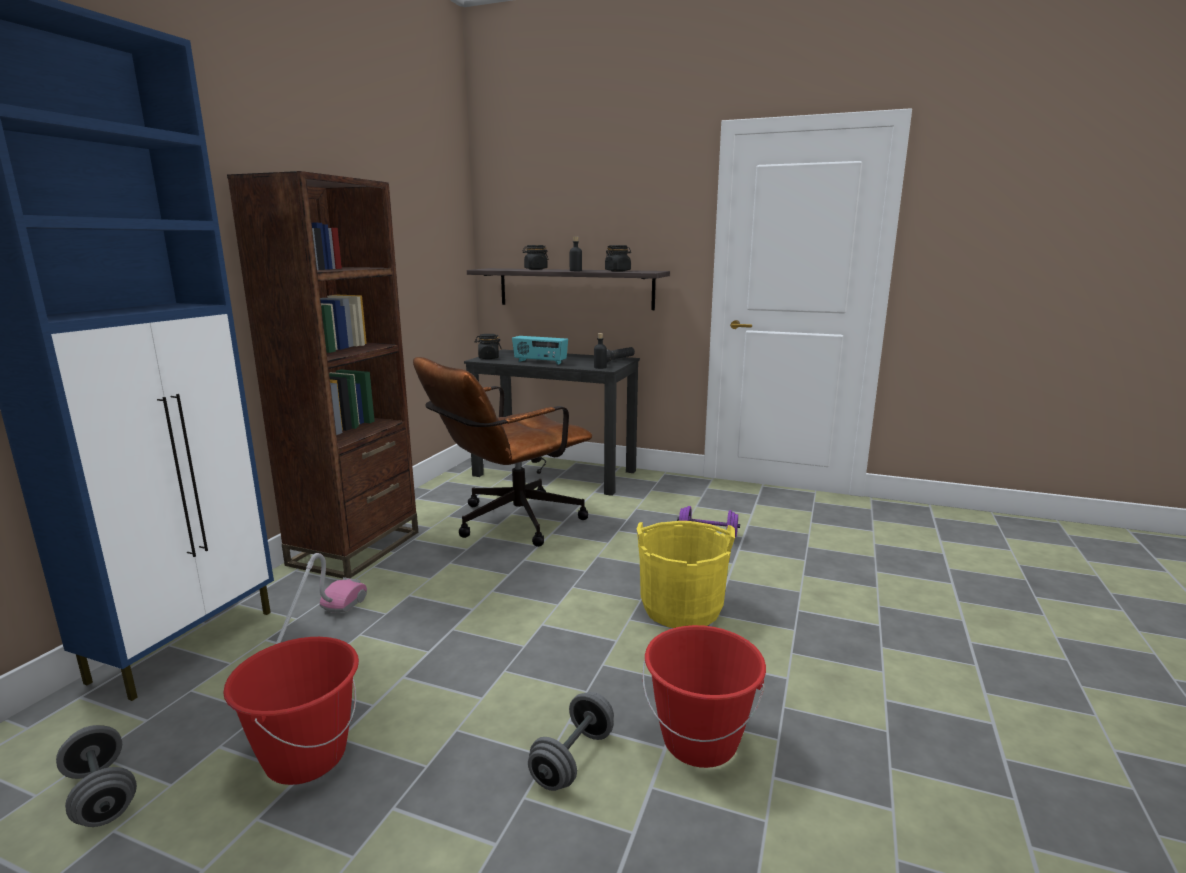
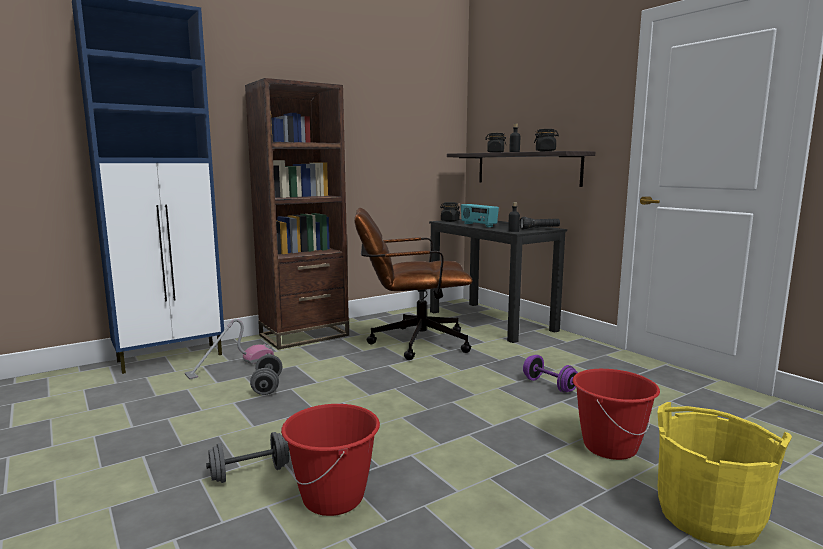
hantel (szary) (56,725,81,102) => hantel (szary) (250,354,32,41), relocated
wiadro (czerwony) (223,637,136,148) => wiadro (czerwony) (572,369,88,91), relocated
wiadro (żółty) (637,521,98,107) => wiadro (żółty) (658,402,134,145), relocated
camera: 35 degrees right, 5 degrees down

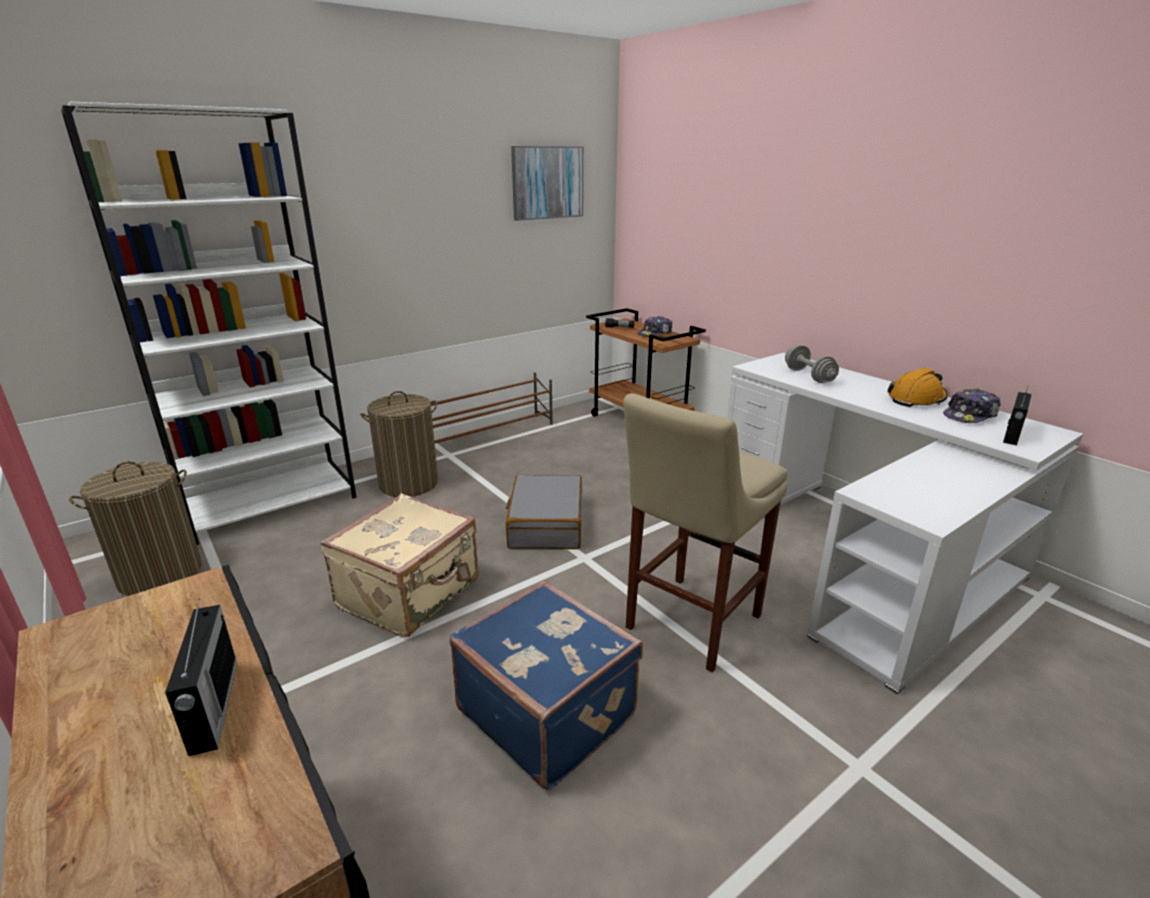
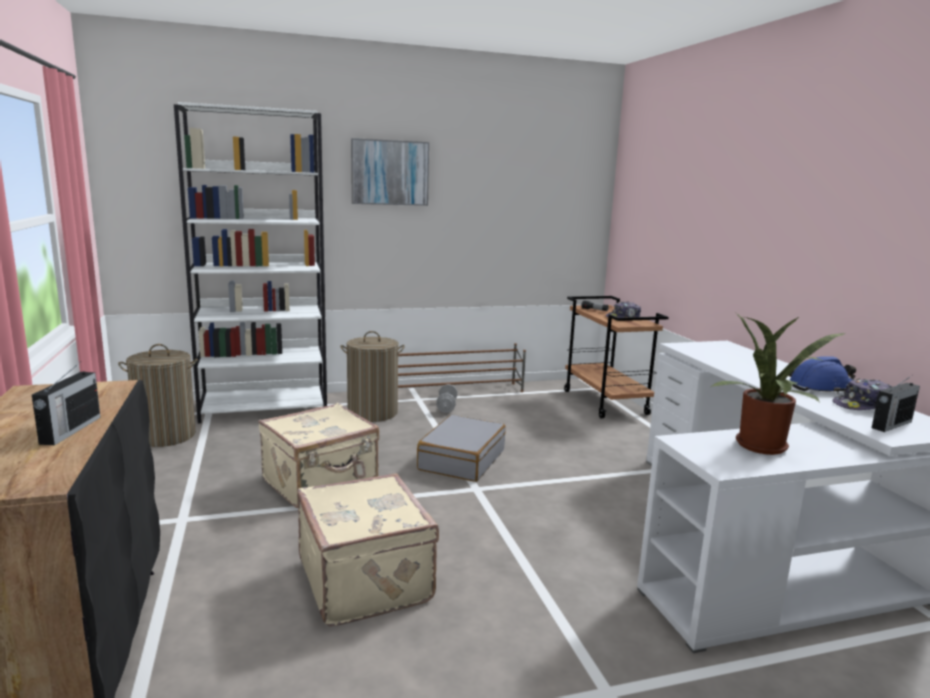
walizka (niebieski) (449,581,194,210) => walizka (beżowy) (297,473,142,154)
obraz (511,146,73,75) => obraz (351,138,78,68), relocated
stołek (beżowy) (623,393,165,279) => nothing
hantel (szary) (785,345,54,38) => hantel (szary) (436,384,22,29), relocated
kask (pomarańczowy) (887,368,61,39) => kask (niebieski) (789,356,67,38)
nothing => roślina doniczkowa (711,312,135,143)
camera: 20 degrees right, 10 degrees down

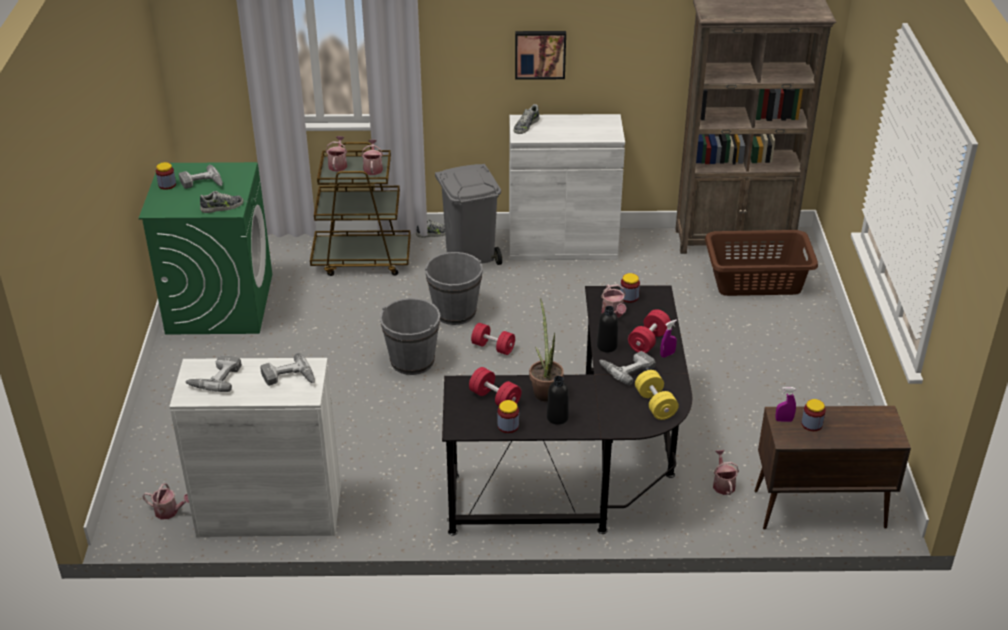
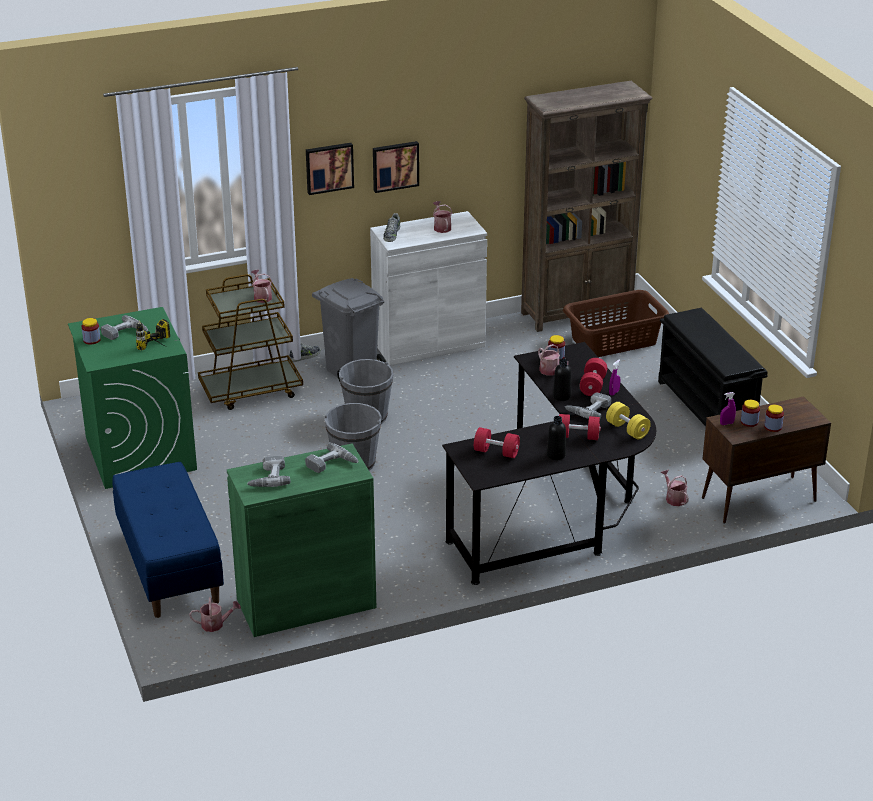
szafka (biały) (169,358,172,179) => szafka (zielony) (227,443,150,194)
but (200,191,43,22) => wiertarka (136,319,34,31)
konewka (326,136,21,36) => konewka (433,201,19,32), relocated
hantel (czerwony) (471,323,44,32) => hantel (czerwony) (559,414,42,26), relocated
słoik (498,400,21,33) => słoik (764,405,20,27), relocated
roślina doniczkowa (529,298,35,104) => nothing
nothing => ławka (niebieski) (112,462,112,156)
nothing => obraz (306,143,48,52)
nothing => regał na buty (czarny) (658,308,110,119)
camera: 20 degrees left, 5 degrees down

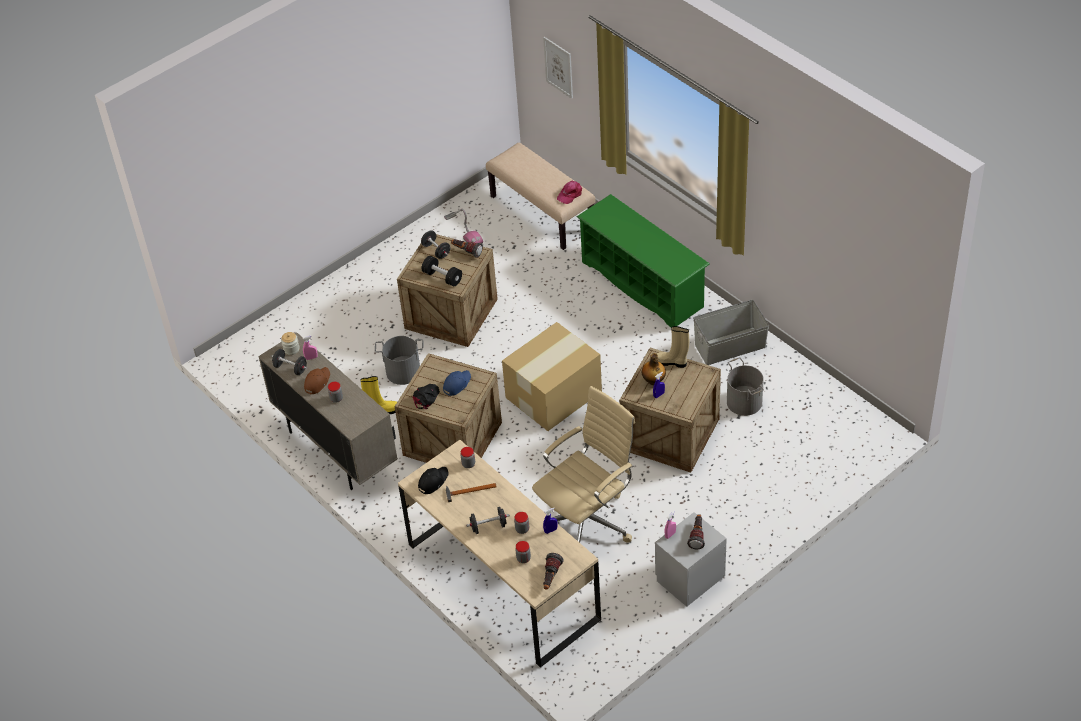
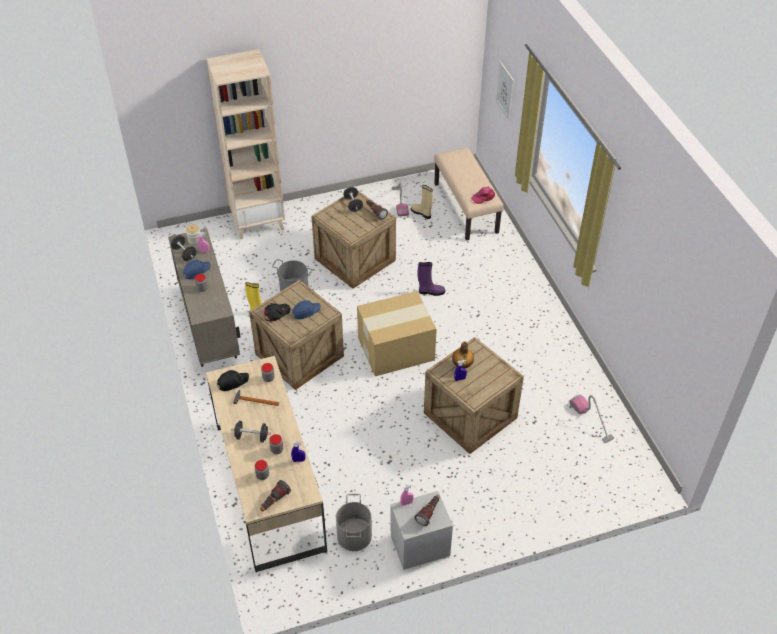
czapka z daszkiem (brązowy) (304,367,26,28) => czapka z daszkiem (niebieski) (183,260,28,19)
hantel (czarny) (422,256,40,31) => nothing
krzesło biurowe (beżowy) (532,386,103,157) => nothing
regał na buty (zielony) (577,194,133,133) => nothing
but z cholewką (beżowy) (656,326,33,42) => but z cholewką (beżowy) (411,185,22,34), relocated
pojemnik do przechowywania (szary) (693,300,76,65) => nothing
wiadro (szary) (727,358,37,58) => wiadro (szary) (336,494,36,57), relocated
nothing => regał (beżowy) (206,49,79,190)
nothing => but z cholewką (fioletowy) (418,262,27,34)
nothing => odkurzacz (569,395,45,48)
camera: 20 degrees right, 0 degrees up

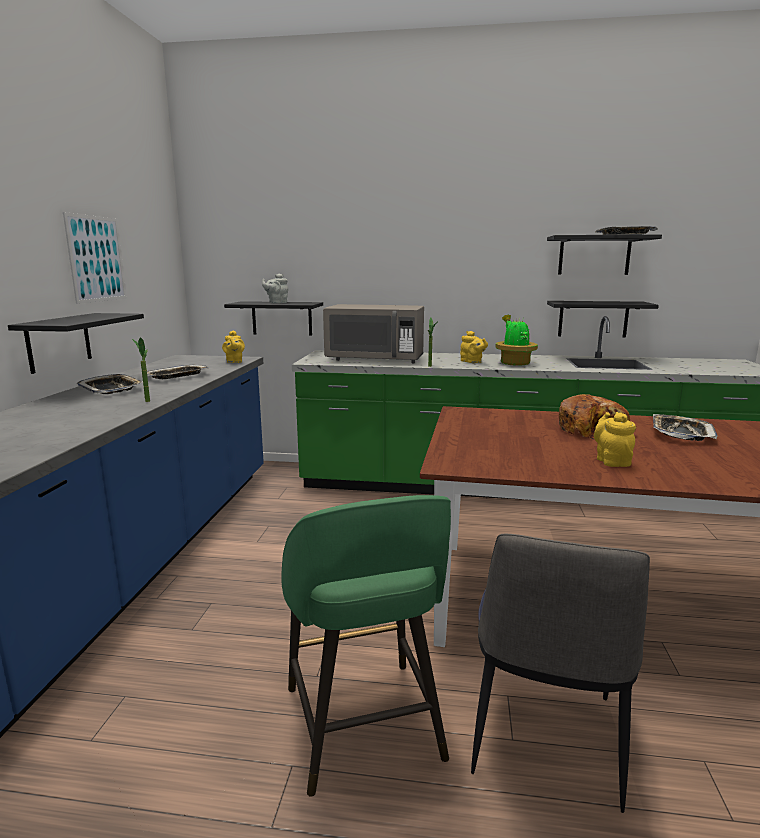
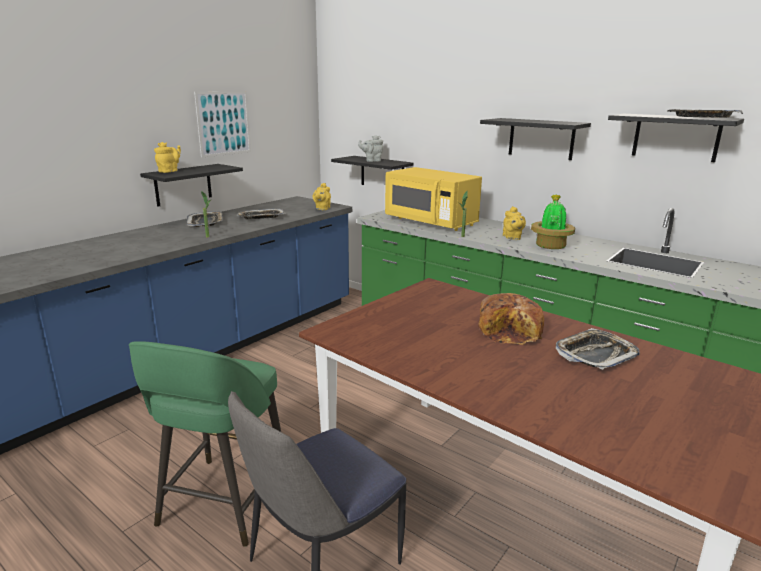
mikrofalówka (szary) (323,304,101,59) => mikrofalówka (żółty) (385,167,97,64)
półka (czarny) (547,301,112,37) => półka (czarny) (480,118,111,42), relocated
imbryk (żółty) (594,412,42,55) => imbryk (żółty) (154,142,27,31), relocated
camera: 30 degrees right, 5 degrees up

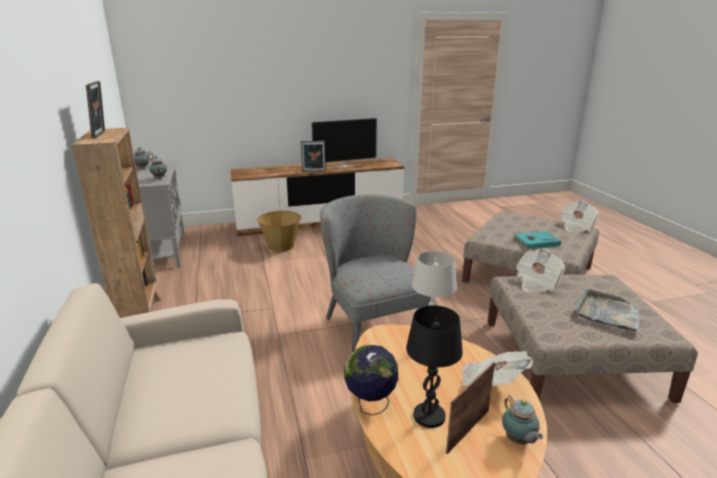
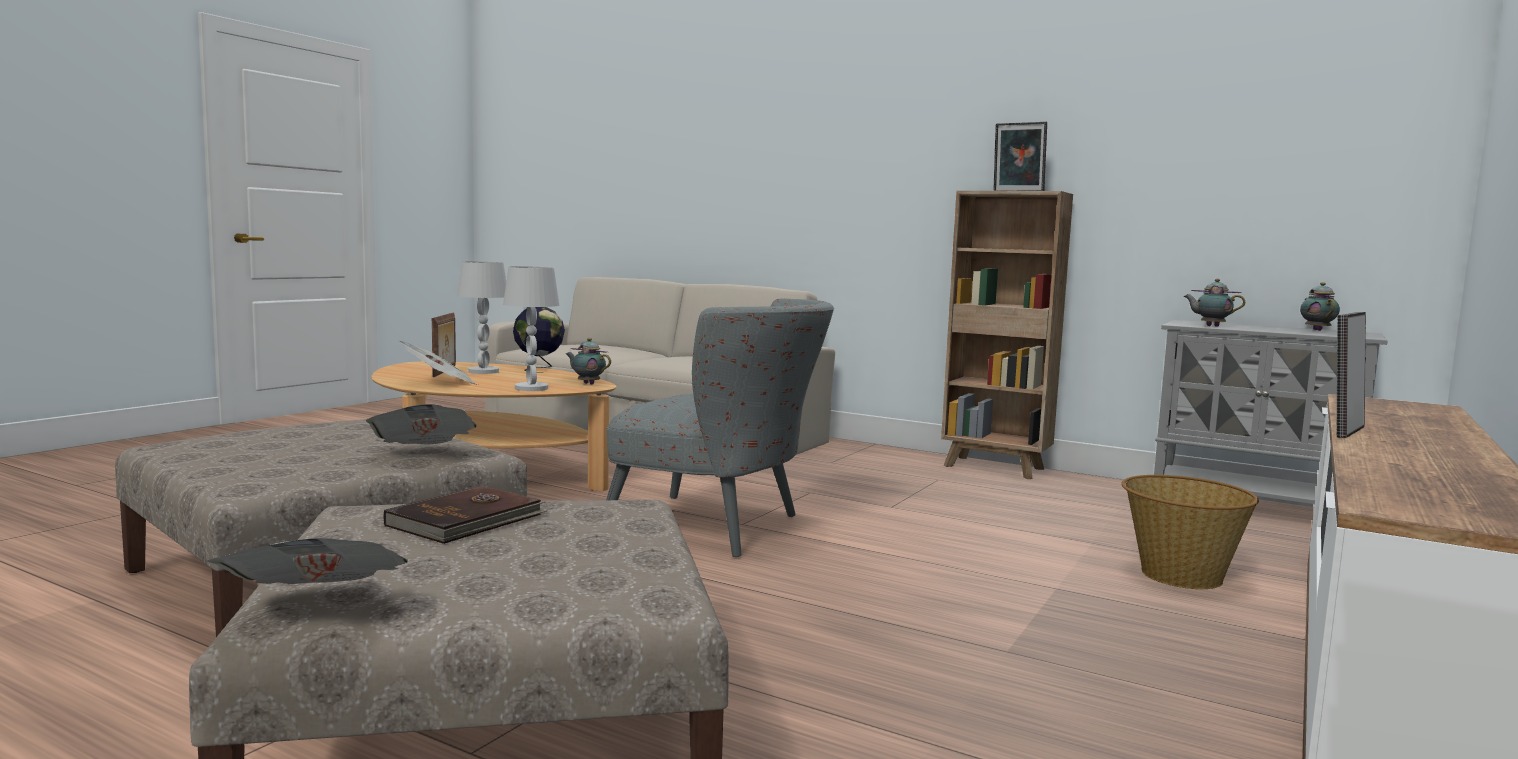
telewizor (311,117,66,51) => nothing
lampa stołowa (czarny) (406,305,57,123) => lampa stołowa (biały) (457,262,49,112)
imbryk (502,395,41,49) => imbryk (566,338,45,46), relocated
książka (turkusowy) (513,231,48,18) => książka (brązowy) (384,486,163,58)
taca (szary) (574,289,65,43) => nothing
camera: 135 degrees right, 15 degrees down

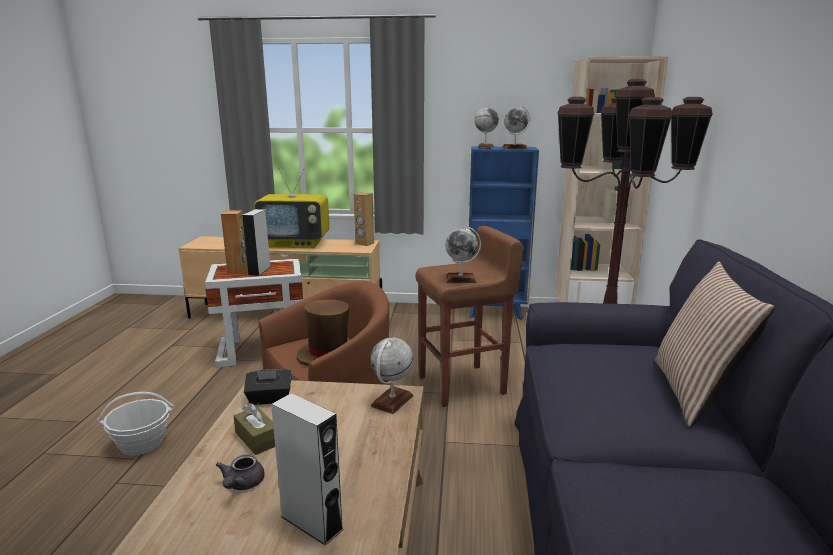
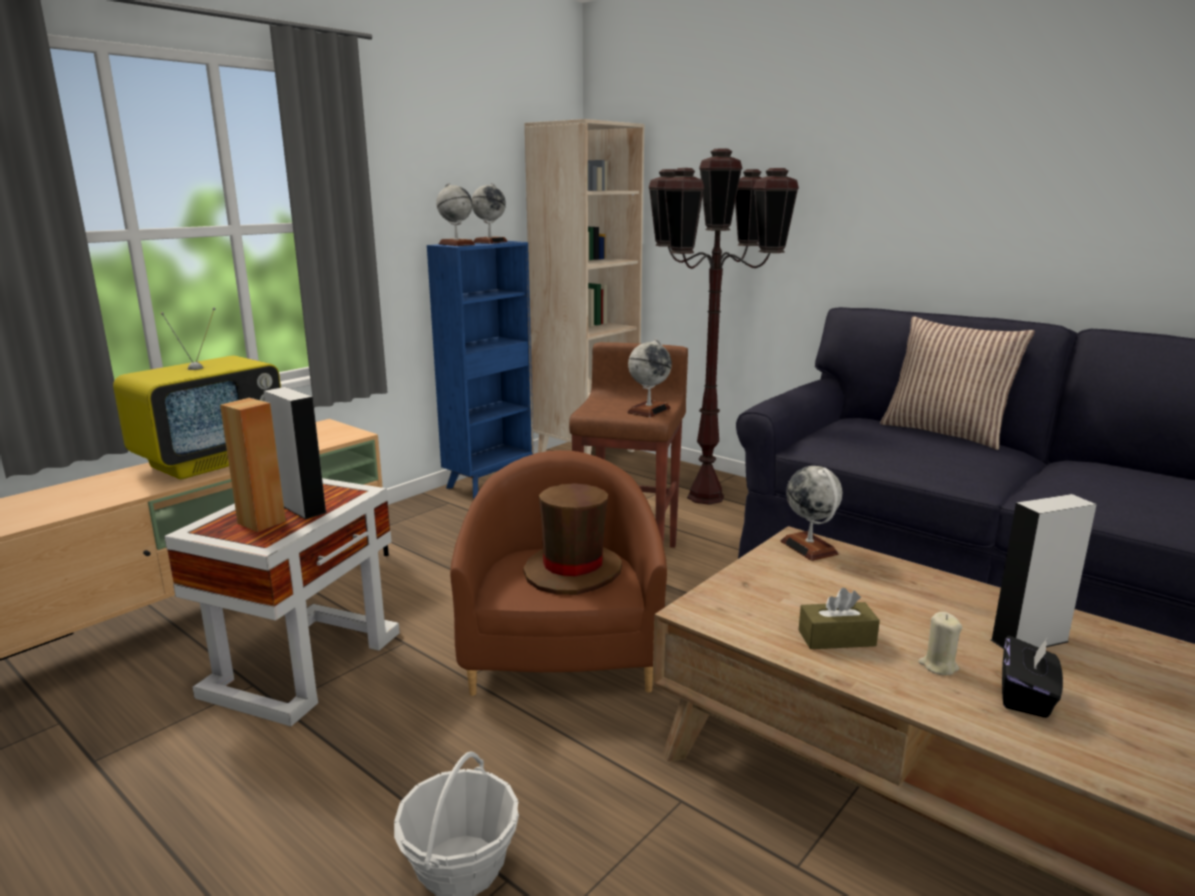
imbryk (szary) (216,454,49,36) => świeca (beżowy) (918,612,44,63)
pudełko chusteczek (czarny) (244,369,48,36) => pudełko chusteczek (czarny) (1002,636,61,82), relocated
głośnik (brązowy) (354,192,20,54) => nothing
camera: 55 degrees left, 0 degrees up

